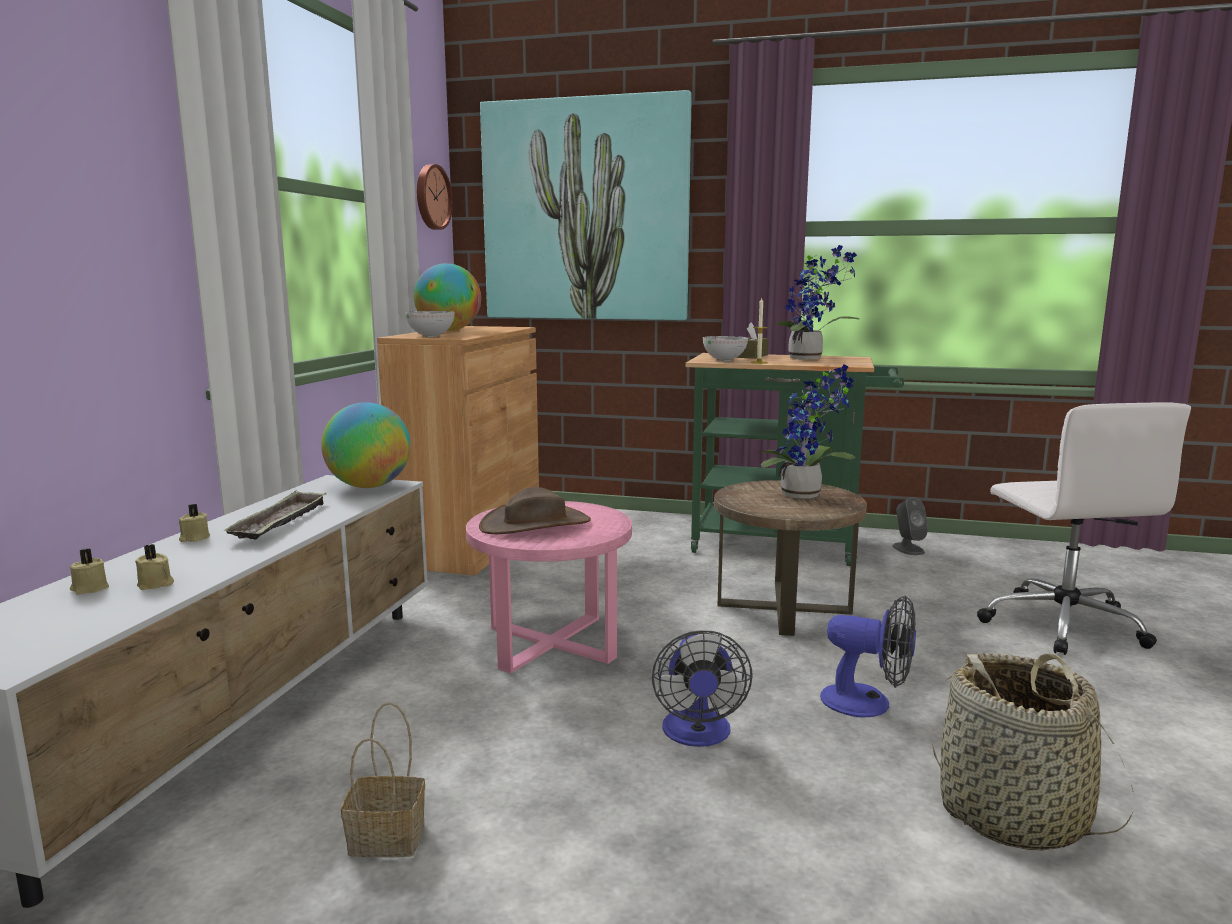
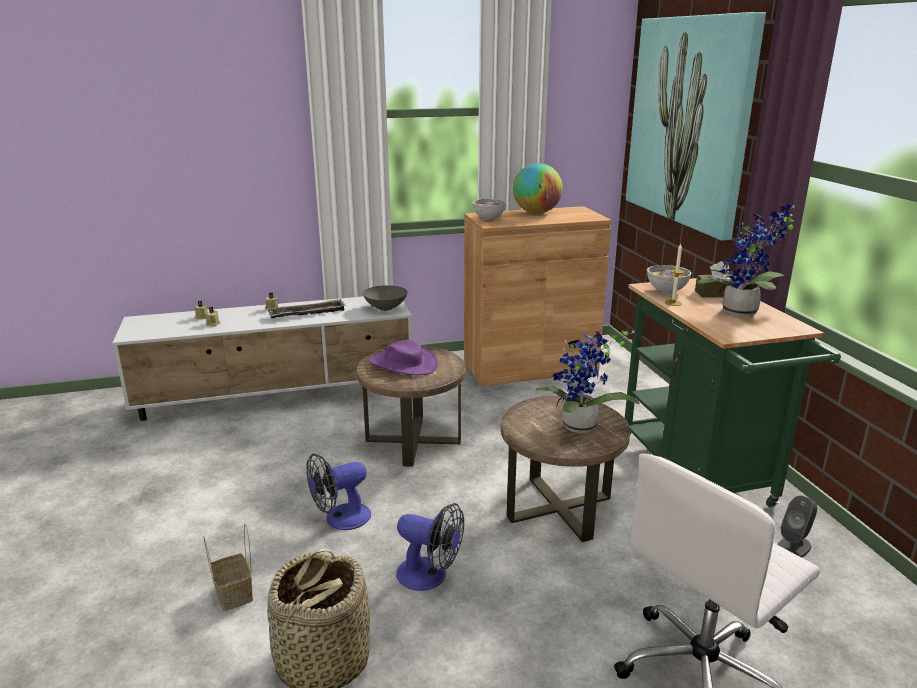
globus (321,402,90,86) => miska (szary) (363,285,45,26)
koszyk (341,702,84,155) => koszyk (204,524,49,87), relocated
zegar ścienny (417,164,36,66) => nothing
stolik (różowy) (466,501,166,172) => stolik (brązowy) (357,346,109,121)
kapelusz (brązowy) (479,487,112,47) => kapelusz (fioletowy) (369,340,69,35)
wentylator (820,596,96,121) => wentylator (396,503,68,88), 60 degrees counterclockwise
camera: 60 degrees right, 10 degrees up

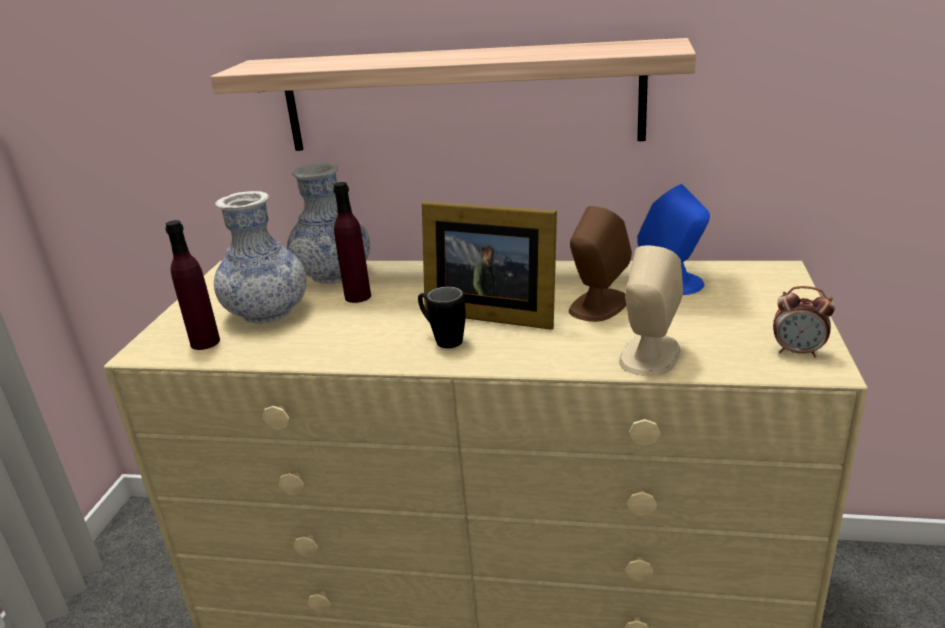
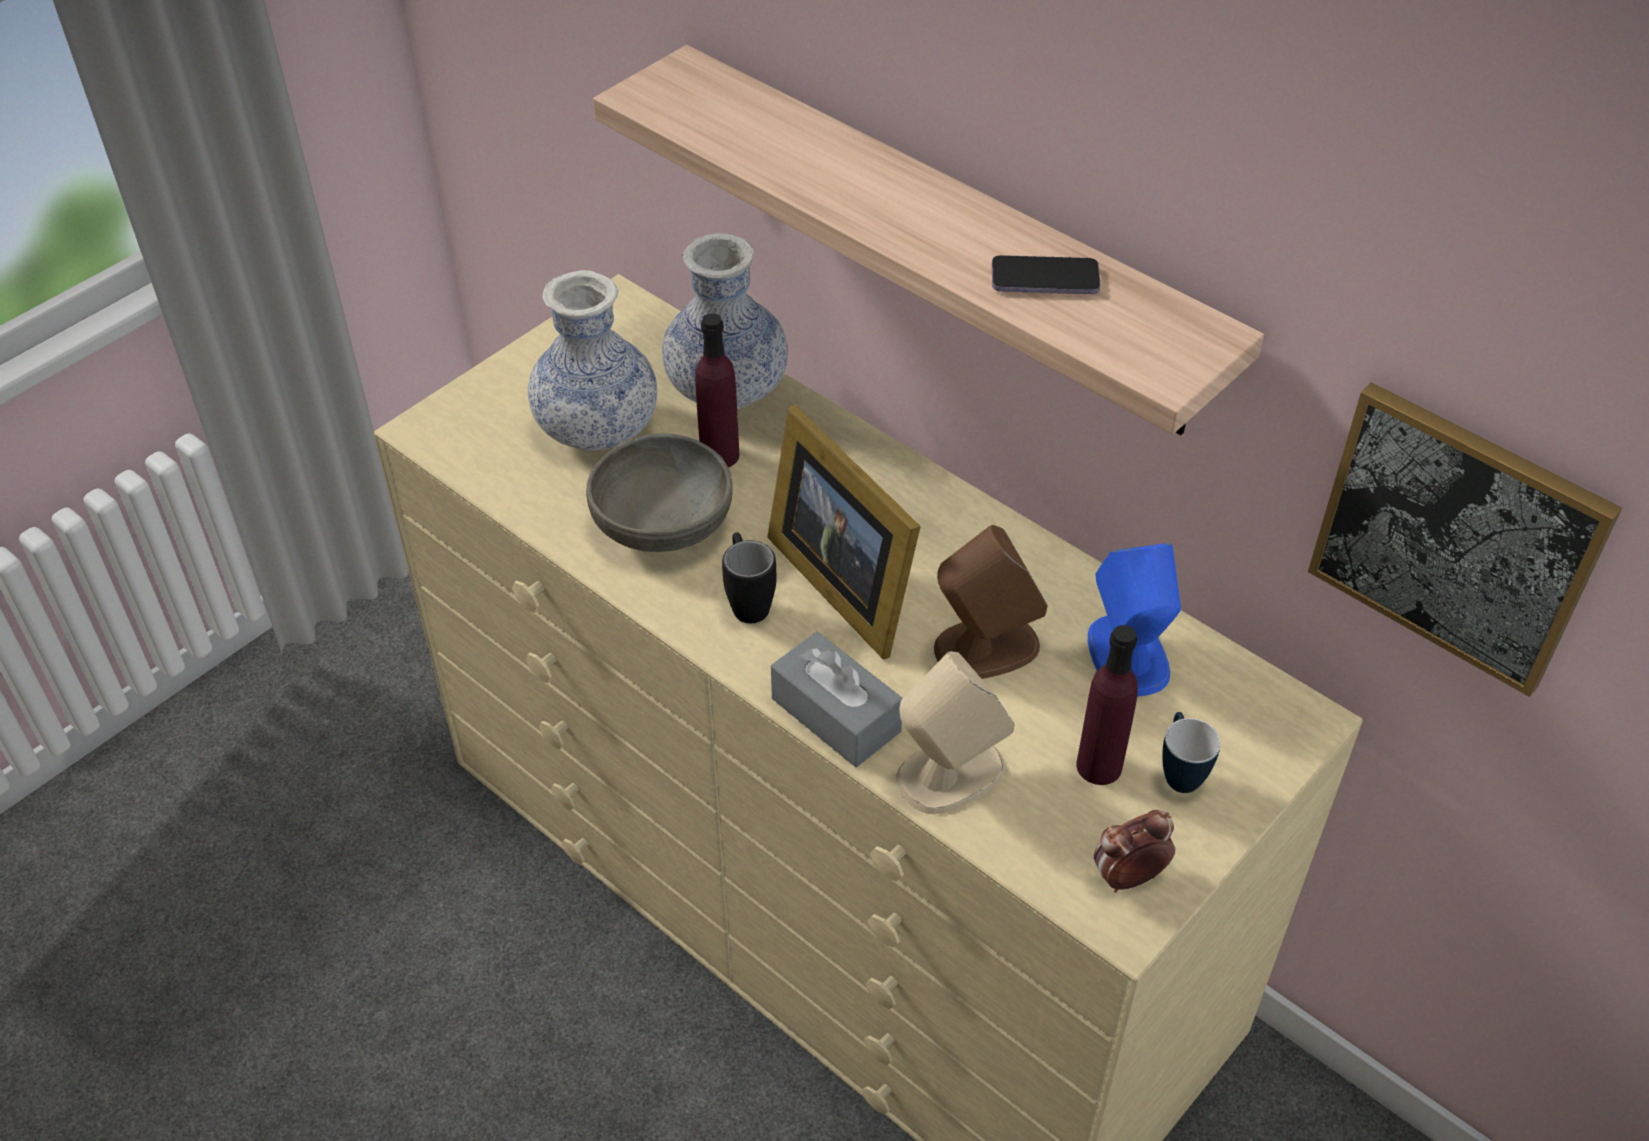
butelka (fioletowy) (165,220,55,130) => butelka (fioletowy) (1076,625,62,160), relocated
budzik (773,286,62,72) => budzik (1094,810,81,83), 105 degrees clockwise
nothing => miska (szary) (586,433,147,119)
nothing => pudełko chusteczek (szary) (771,632,132,135)
nothing => telefon (992,255,109,39)
nothing => kubek (1162,712,59,81)
nothing => obraz (1308,383,314,314)
camera: 30 degrees right, 20 degrees up

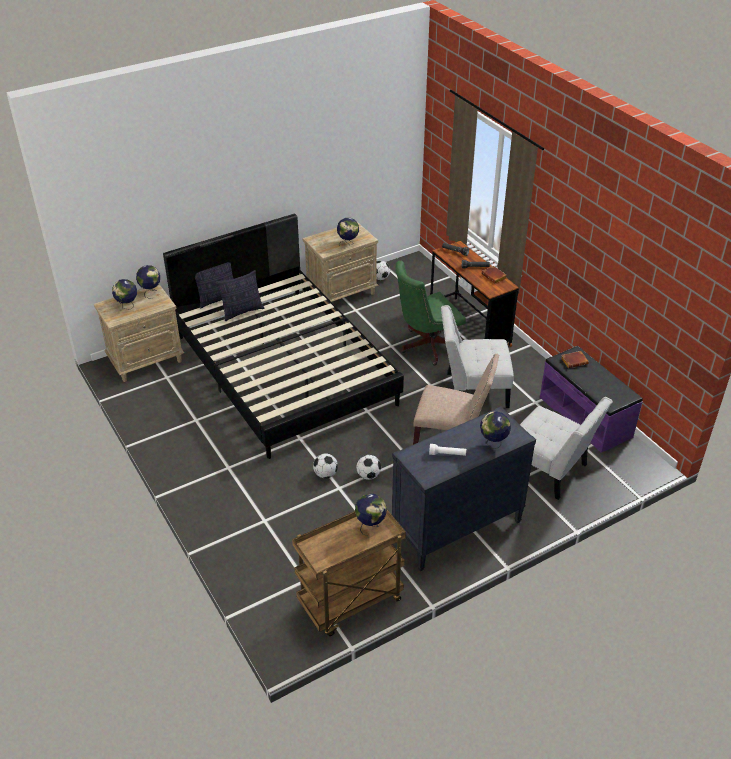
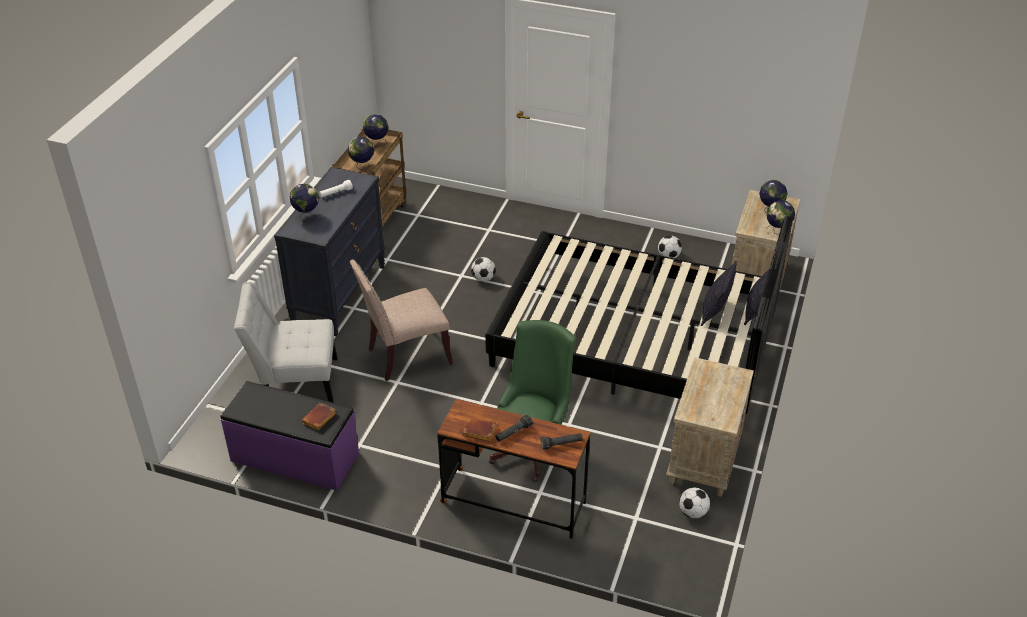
globus (337,218,22,28) => globus (363,114,26,33), relocated
piłka futbolowa (356,455,25,25) => piłka futbolowa (658,235,24,23), relocated
krzesło (biały) (441,305,73,103) => nothing
camera: 140 degrees right, 0 degrees up

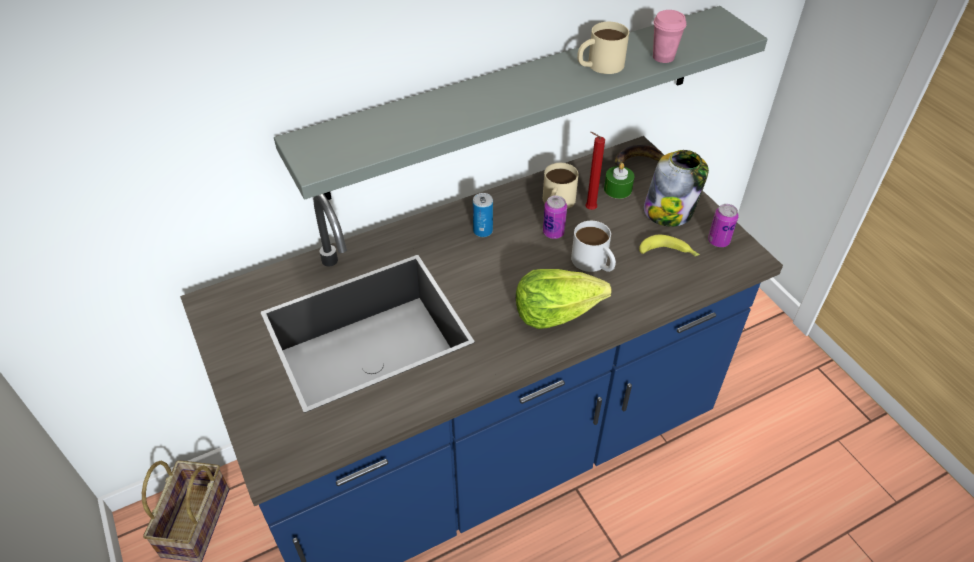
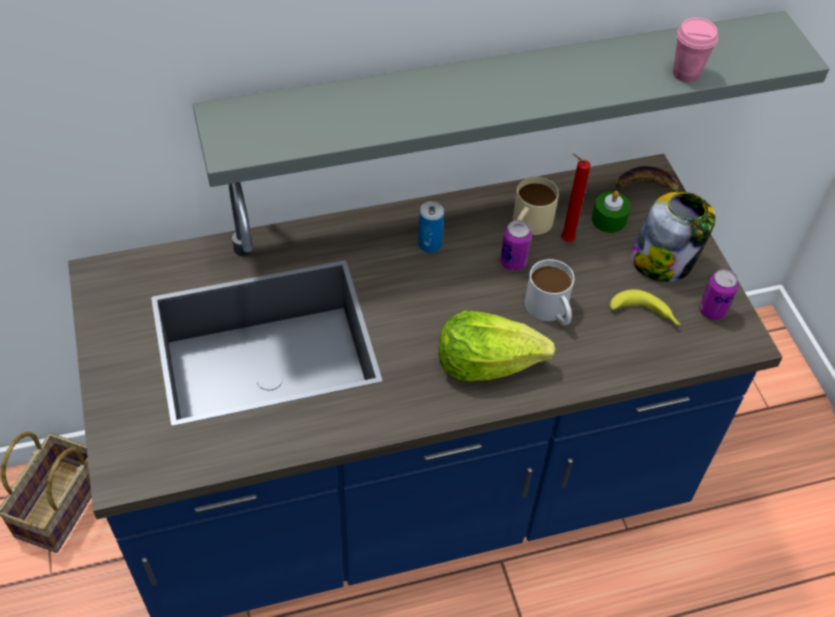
kubek (beżowy) (577,22,52,52) => nothing
camera: 10 degrees right, 5 degrees up

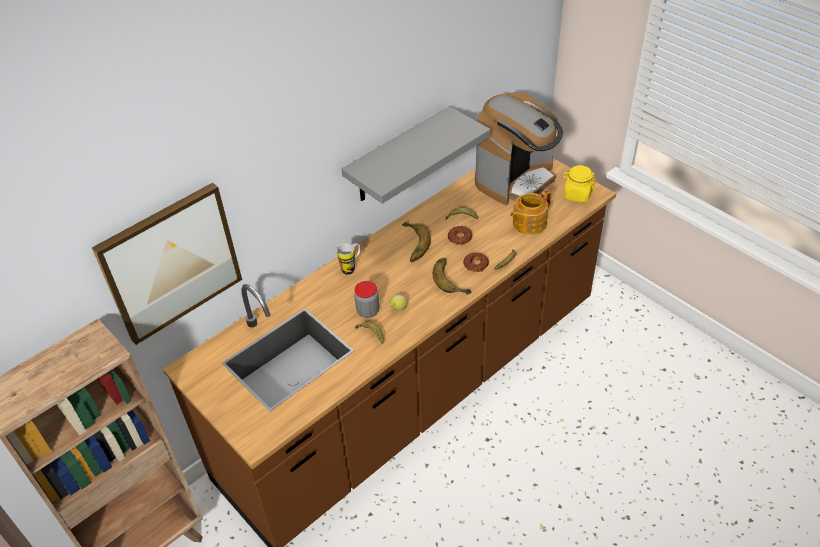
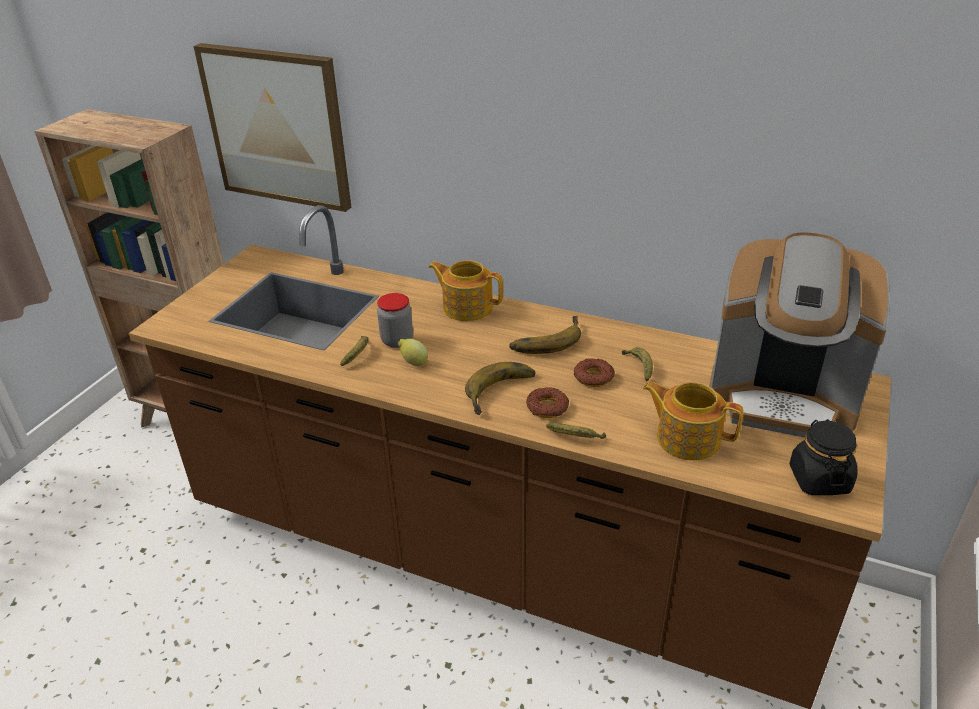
kubek (337,243,24,32) => imbryk (429,260,74,61)
półka (szary) (341,106,149,98) => nothing
słoik (żółty) (563,165,33,38) => słoik (czarny) (789,419,69,76)
camera: 65 degrees right, 10 degrees down

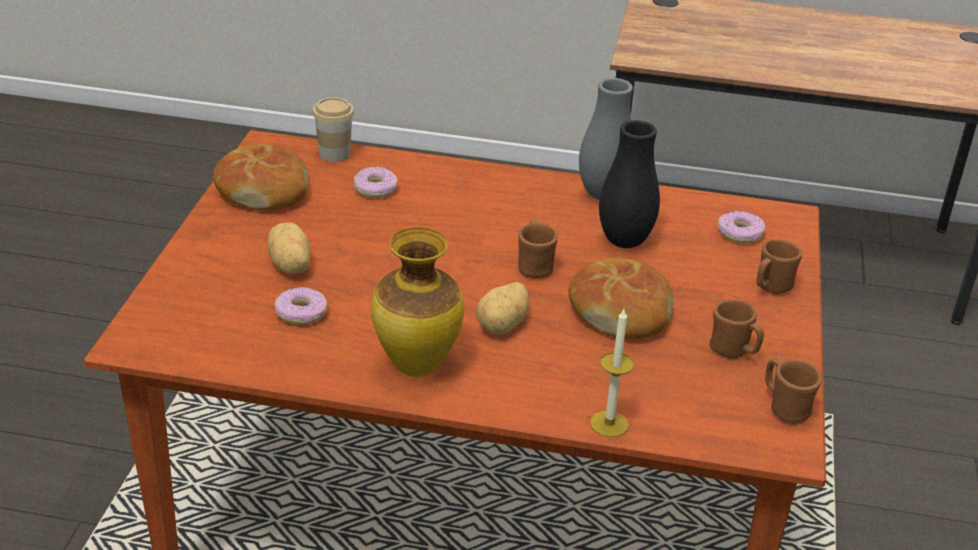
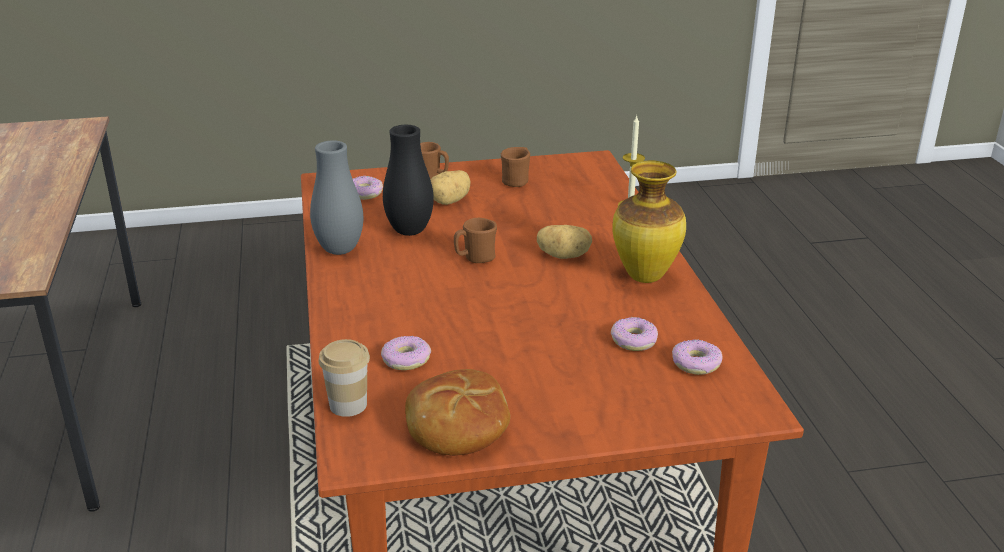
ziemniak (267,222,44,52) => ziemniak (430,170,41,35), relocated
chleb (568,257,106,82) => nothing
kubek (brązowy) (765,358,57,66) => nothing
nothing => donut (672,339,51,36)
camera: 110 degrees left, 5 degrees down

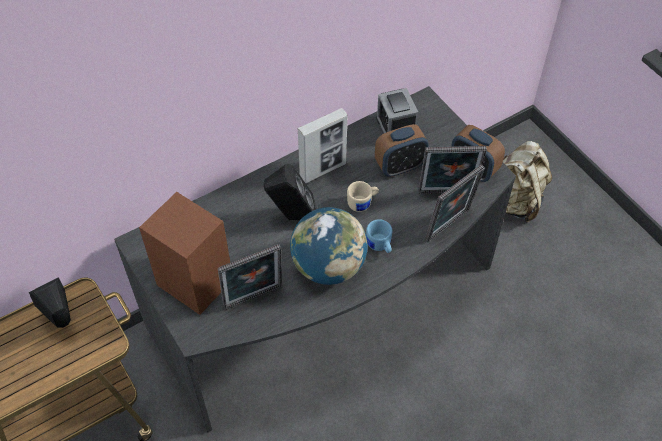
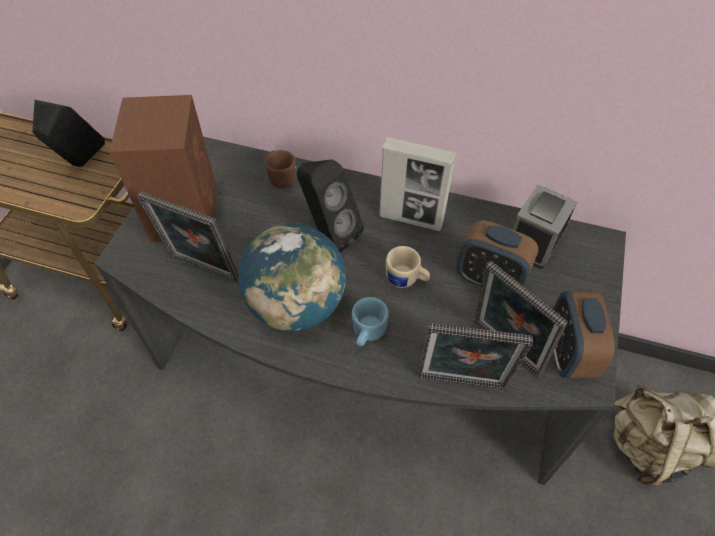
nothing => kubek (brązowy) (265,150,32,38)
camera: 50 degrees right, 0 degrees up

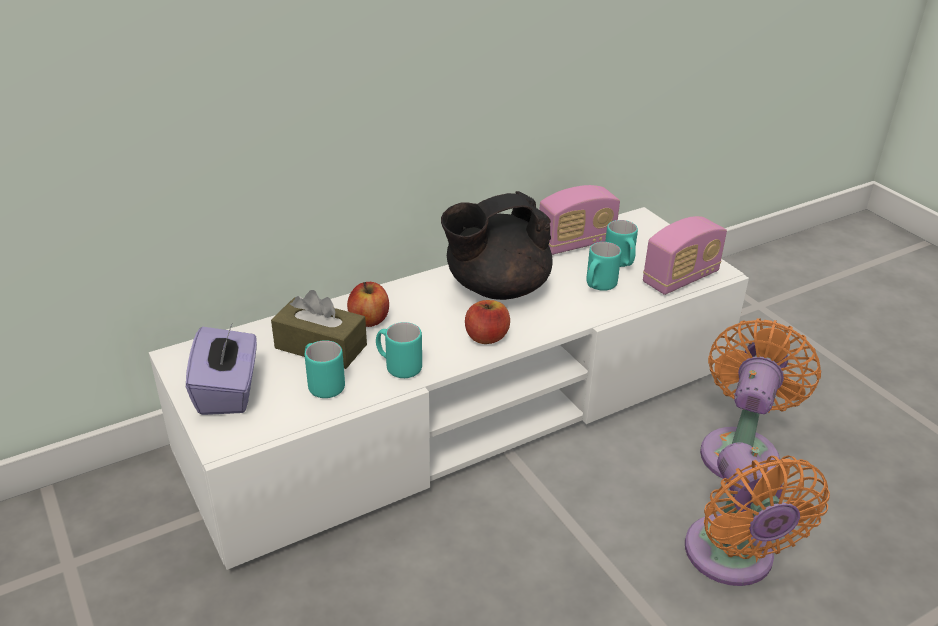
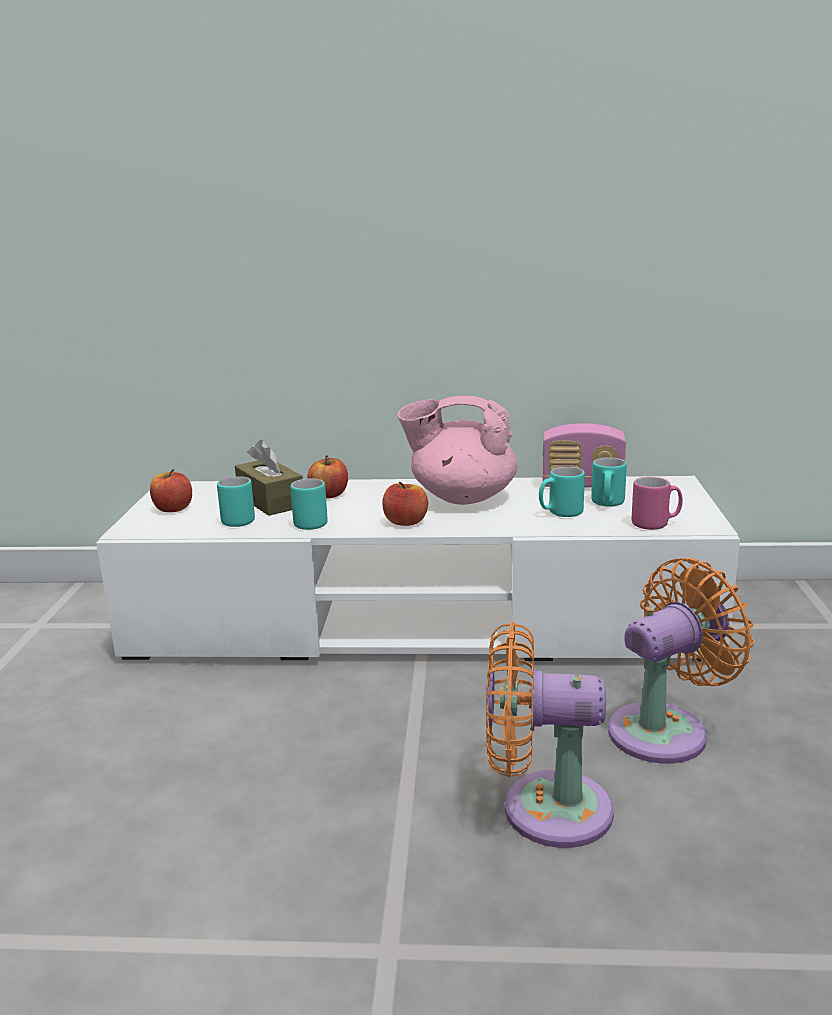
pudełko chusteczek (fioletowy) (186,322,71,93) => jabłko (150,469,42,43)
imbryk (czarny) (441,191,112,109) => imbryk (różowy) (397,396,120,109)
radio (643,216,84,79) => kubek (różowy) (631,477,52,53)
wentylator (pomarańczowy) (685,442,145,144) => wentylator (pomarańczowy) (486,622,128,226), 75 degrees clockwise
camera: 35 degrees right, 15 degrees down

